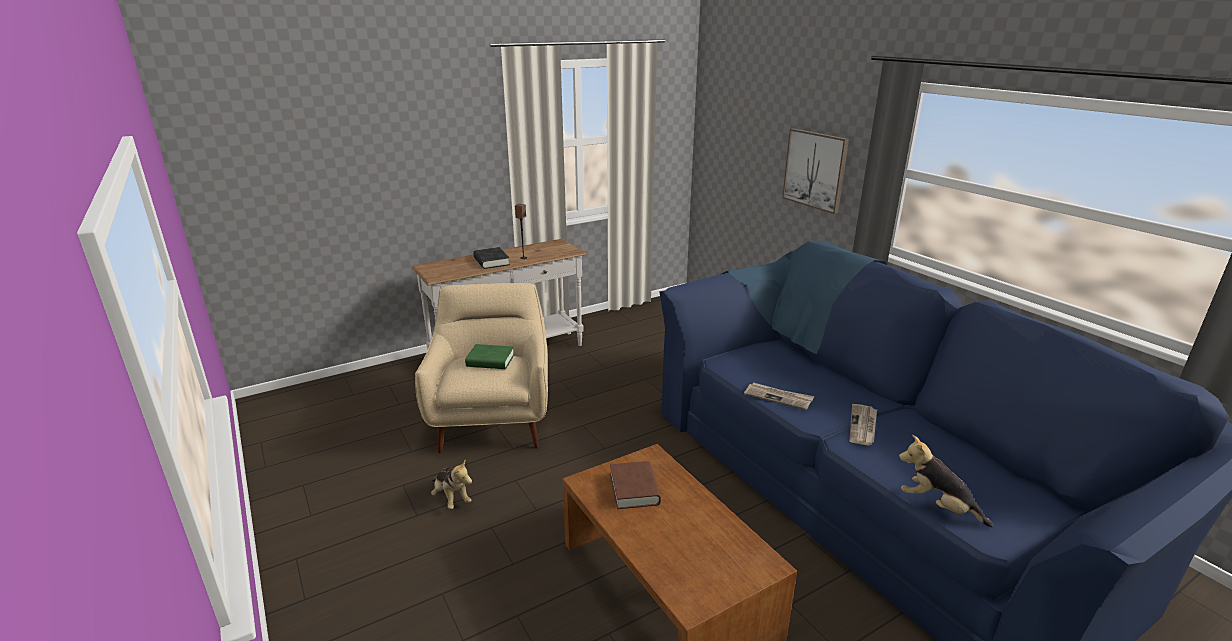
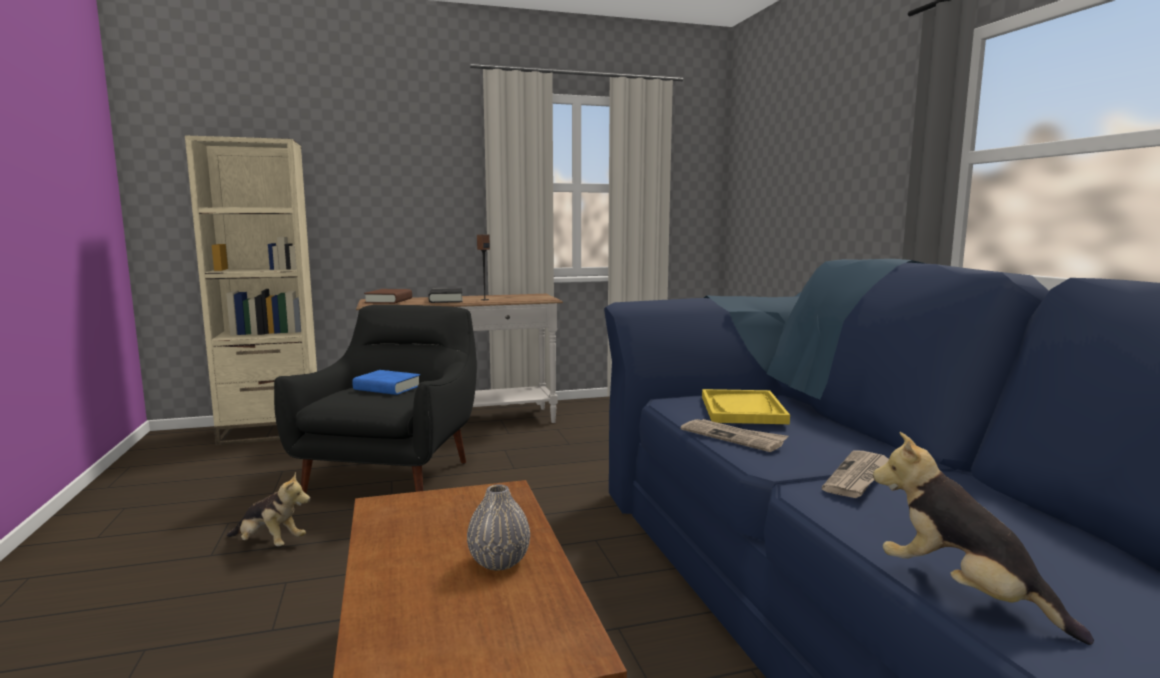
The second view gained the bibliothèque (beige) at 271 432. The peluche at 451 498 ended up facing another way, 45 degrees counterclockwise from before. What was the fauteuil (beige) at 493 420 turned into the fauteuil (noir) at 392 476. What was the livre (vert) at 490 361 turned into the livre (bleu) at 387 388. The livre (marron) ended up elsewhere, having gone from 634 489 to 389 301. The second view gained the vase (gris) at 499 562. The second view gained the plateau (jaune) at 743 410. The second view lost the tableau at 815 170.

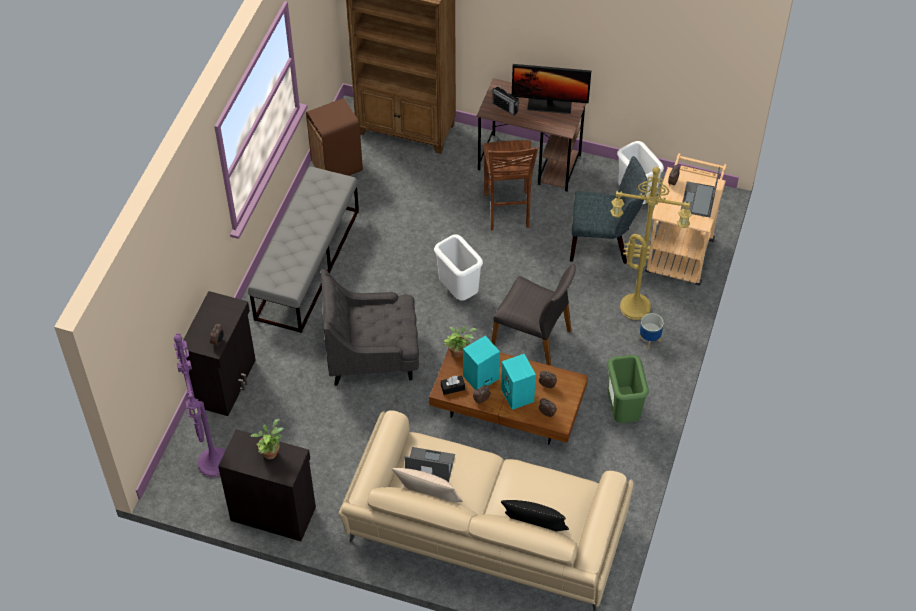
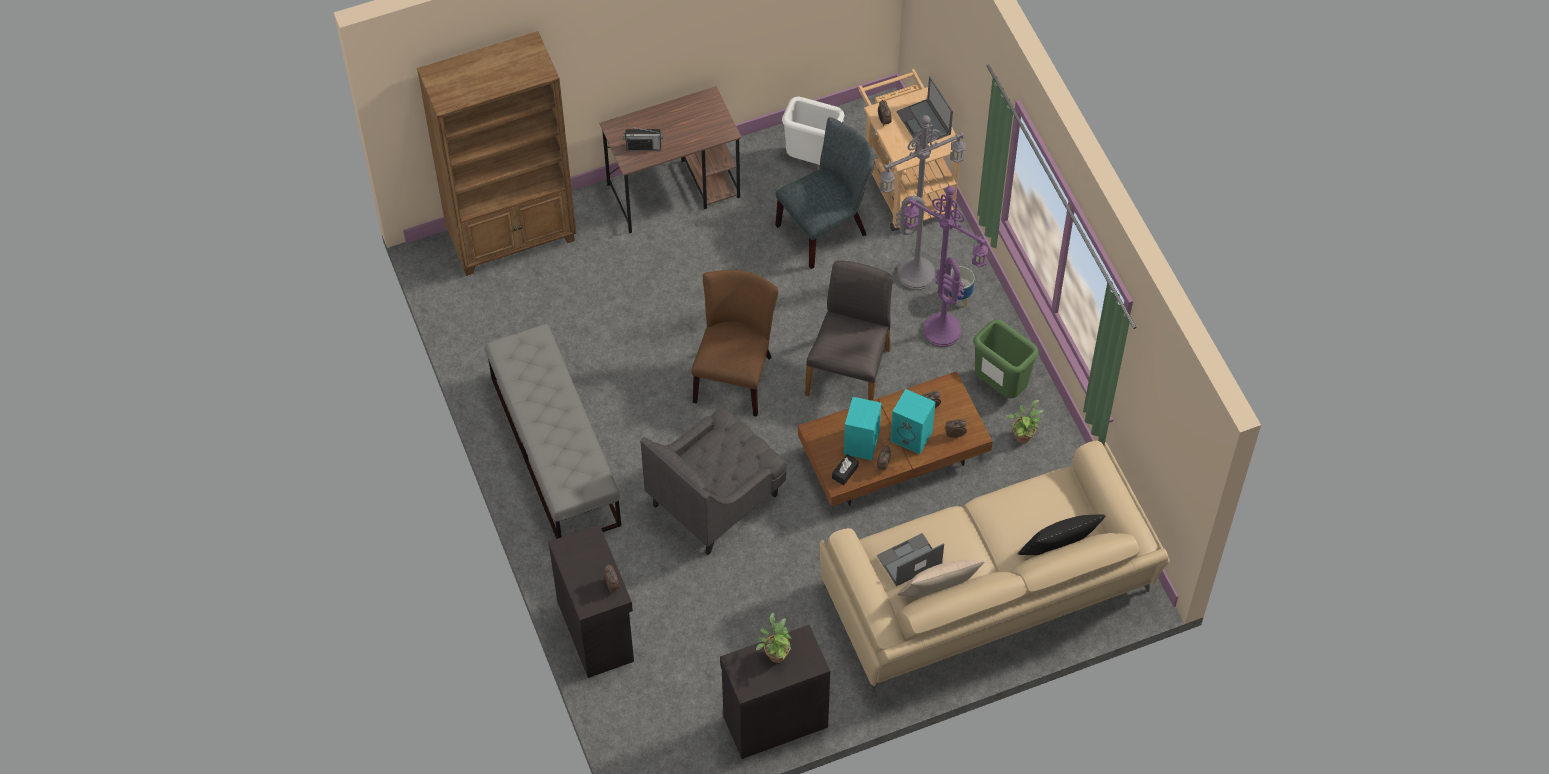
Where the poubelle (blanc) stood at 459 292, the chaise (marron) came to stand at 735 374. The chaise (gris) at 533 337 ended up facing another way, 60 degrees counterclockwise from before. What was the lampadaire (jaune) at 636 306 turned into the lampadaire (gris) at 916 272. The lampadaire (violet) ended up elsewhere, having gone from 212 462 to 939 332. The plante en pot ended up elsewhere, having gone from 459 351 to 1023 435. The second view lost the poubelle (marron) at 336 166. The second view lost the tabouret (marron) at 507 212. The second view lost the écran d'ordinateur at 549 105.

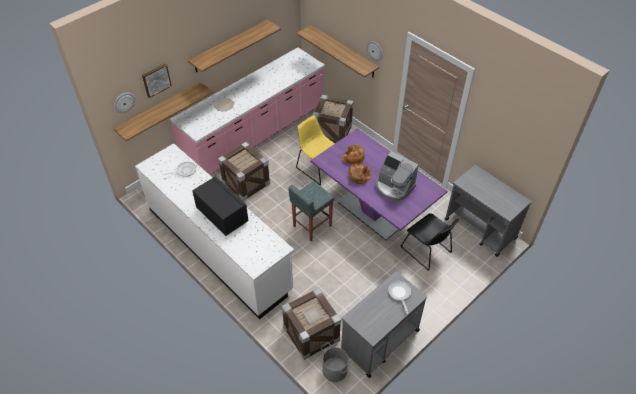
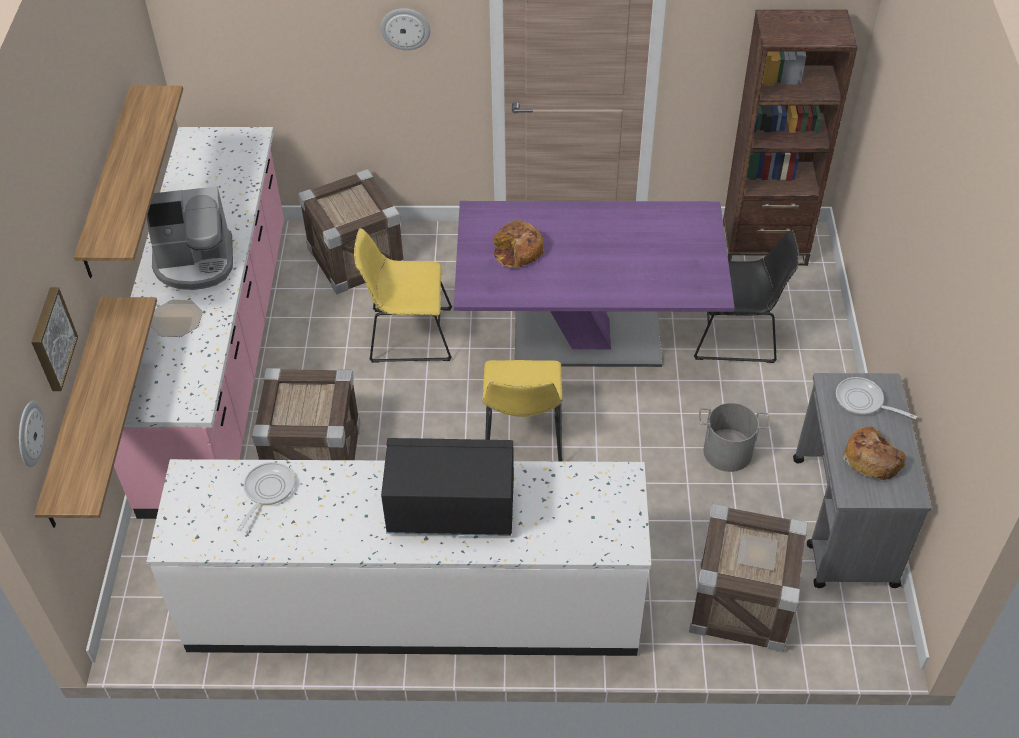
The machine à café ended up elsewhere, having gone from 394 187 to 195 263. Where the tabouret (gris) stood at 311 226, the chaise (jaune) came to stand at 523 436. The seau (gris) ended up elsewhere, having gone from 335 370 to 727 451. Where the chariot (gris) stood at 480 229, the bibliothèque (marron) came to stand at 764 246. The pain ended up elsewhere, having gone from 359 176 to 872 458. The second view lost the étagère at 343 51.

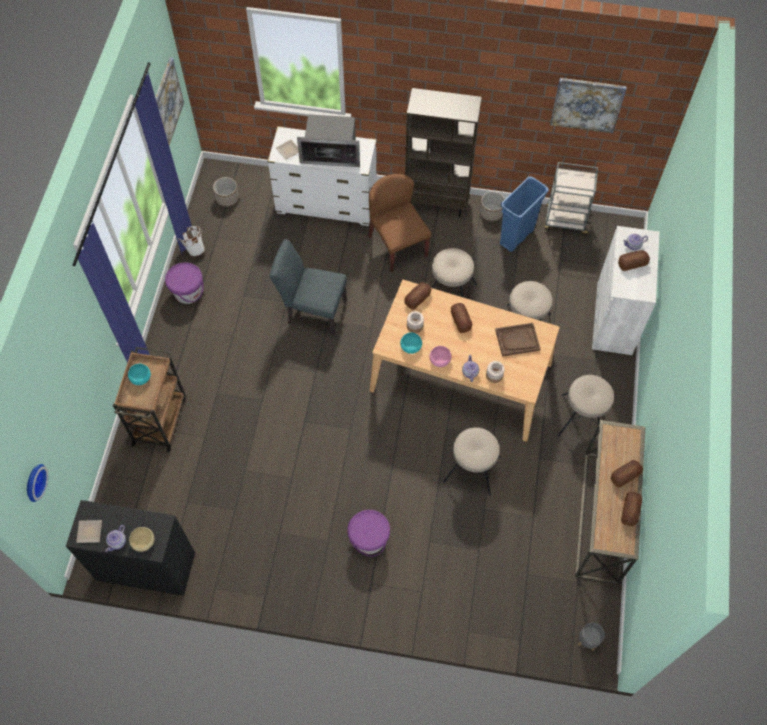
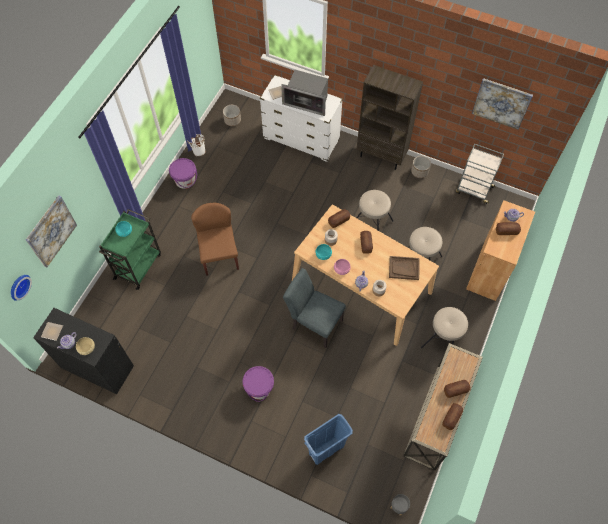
The tableau ended up elsewhere, having gone from 166 103 to 51 231. What was the chariot (marron) at 160 419 turned into the chariot (vert) at 138 265. The chaise (marron) ended up elsewhere, having gone from 397 245 to 219 255. The chaise (gris) ended up elsewhere, having gone from 312 311 to 313 322. The poubelle (bleu) ended up elsewhere, having gone from 516 236 to 326 449. What was the meuble de rangement (blanc) at 614 318 turned into the meuble de rangement (marron) at 490 270. The second view lost the tabouret (beige) at 471 469.

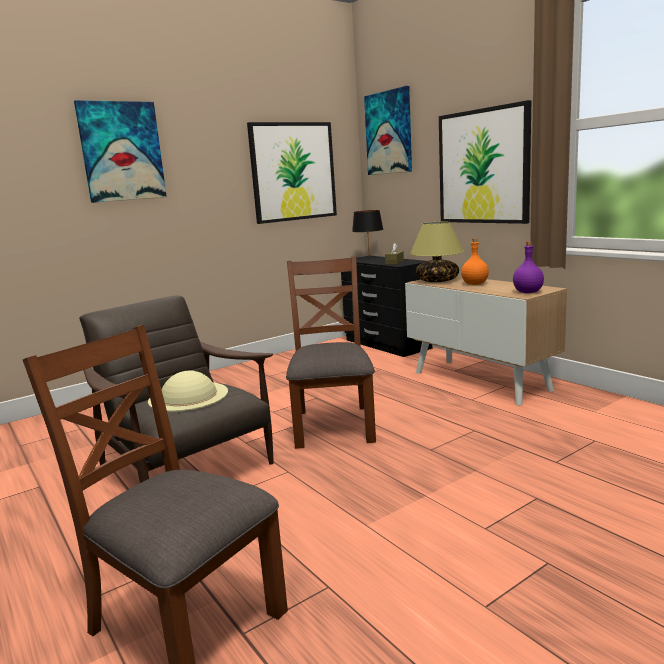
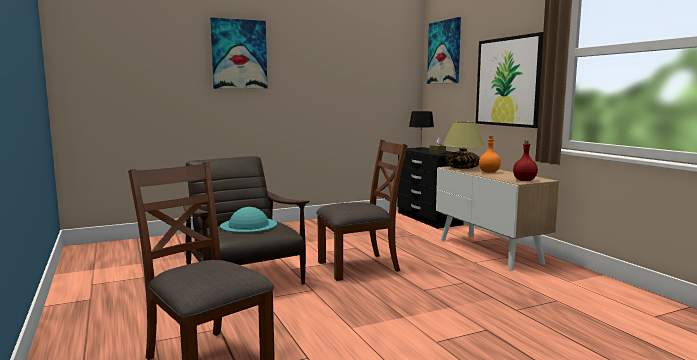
What was the chapeau (beige) at 188 396 turned into the chapeau (turquoise) at 249 225. The chaise (marron) at 333 425 ended up facing another way, 60 degrees clockwise from before. What was the bouteille (violet) at 527 292 turned into the bouteille (rouge) at 524 180. The second view lost the tableau at 293 172.

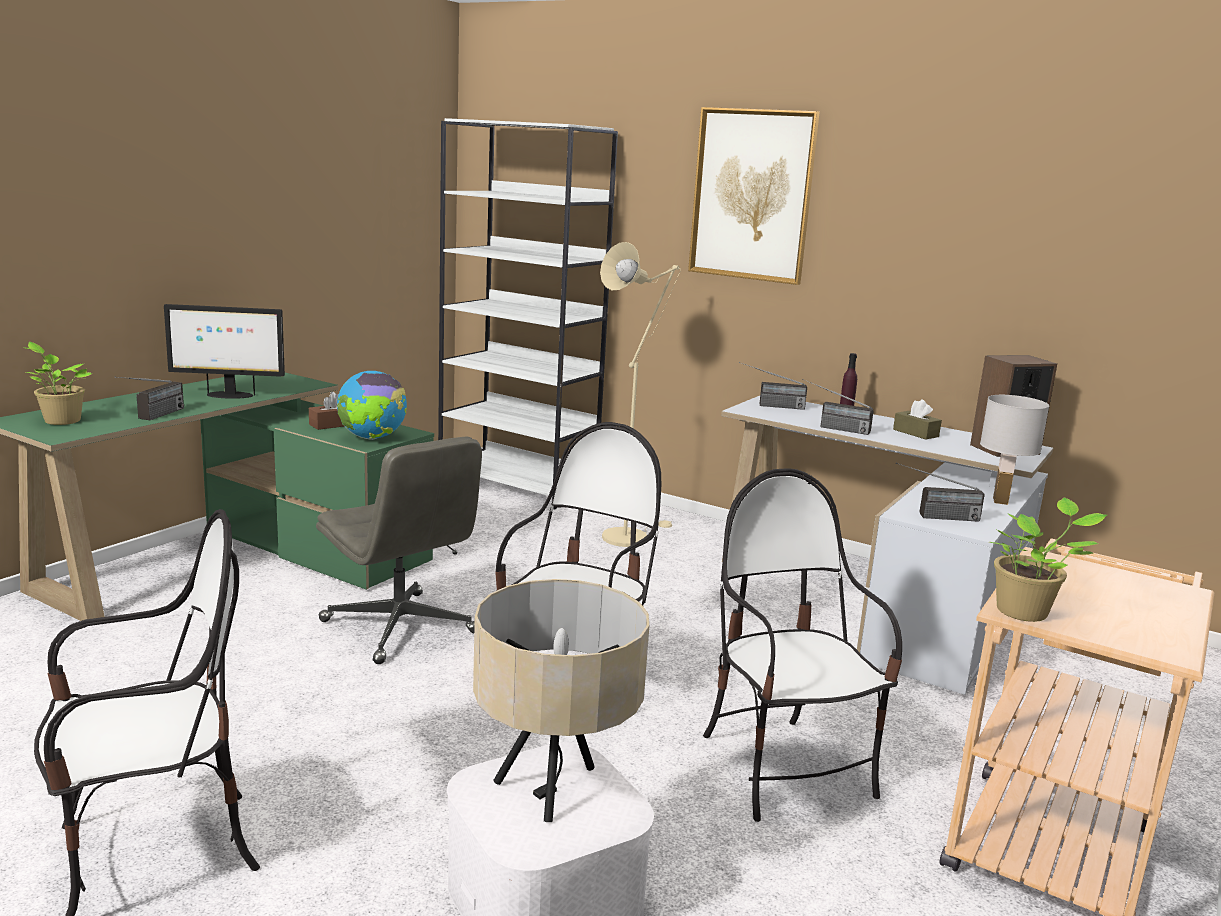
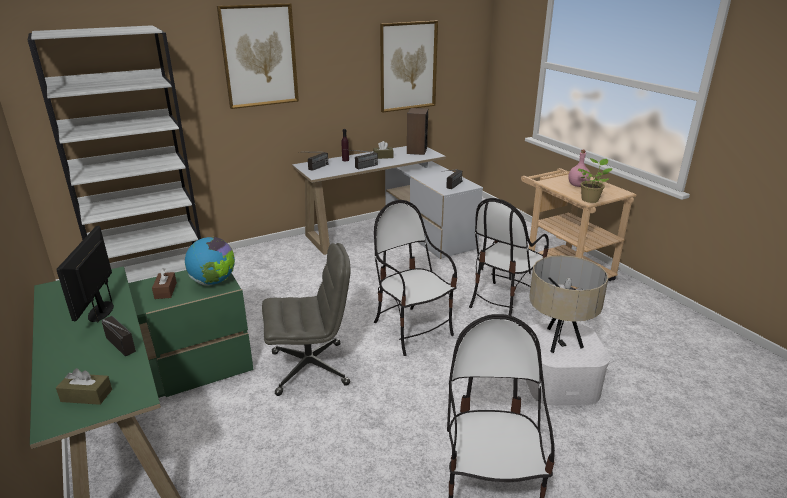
The écran d'ordinateur at 228 395 ended up facing another way, 150 degrees clockwise from before. Where the plante en pot stood at 60 420, the boîte à mouchoirs (marron) came to stand at 86 395. The second view gained the tableau at 408 66. The chaise at 785 769 ended up facing another way, 60 degrees counterclockwise from before. The second view gained the bouteille (rose) at 577 185. The second view lost the lampadaire (beige) at 629 535. The second view lost the lampe de table (blanc) at 1001 501.

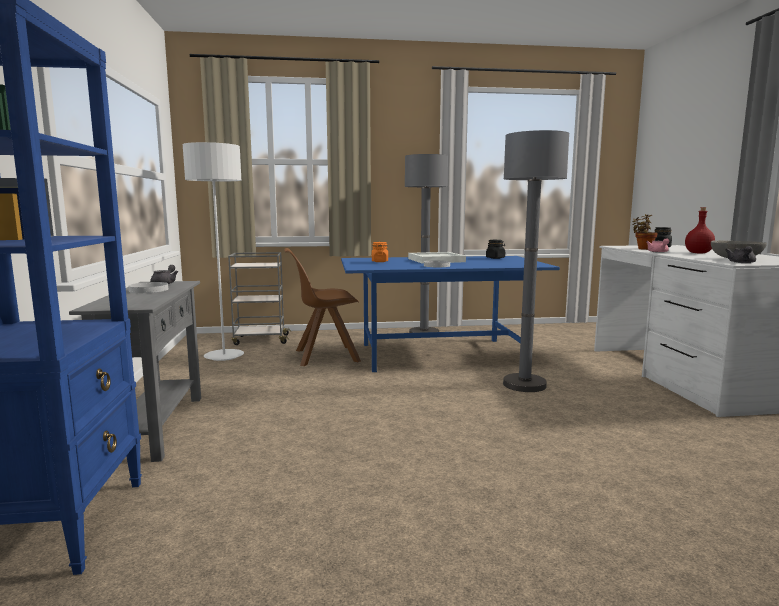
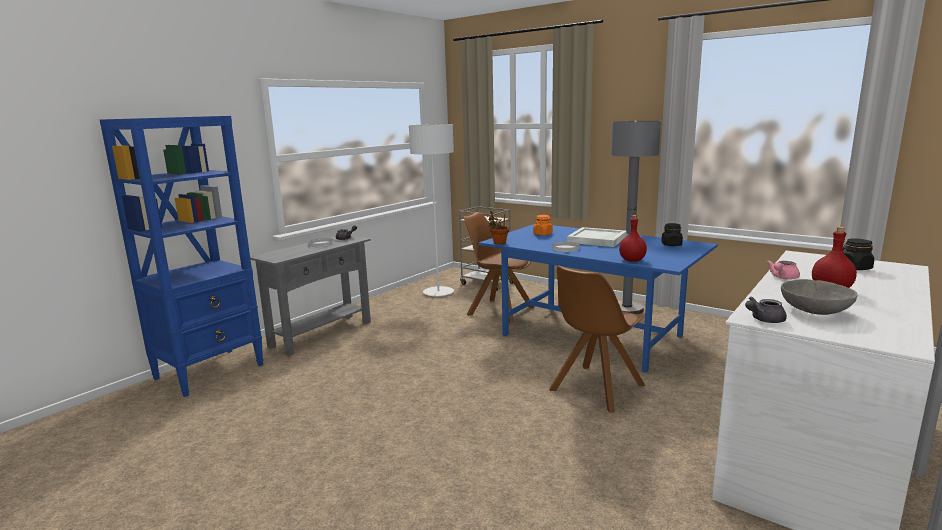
The plante en pot ended up elsewhere, having gone from 643 249 to 498 243. Where the lampadaire (gris) stood at 524 384, the chaise (marron) came to stand at 595 389. The second view gained the bouteille (rouge) at 631 260.

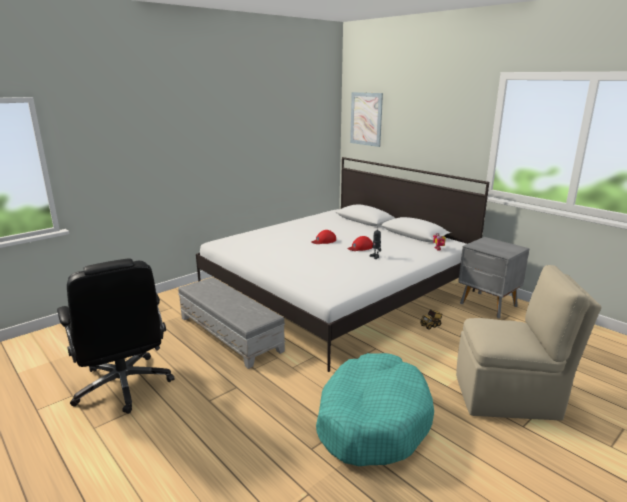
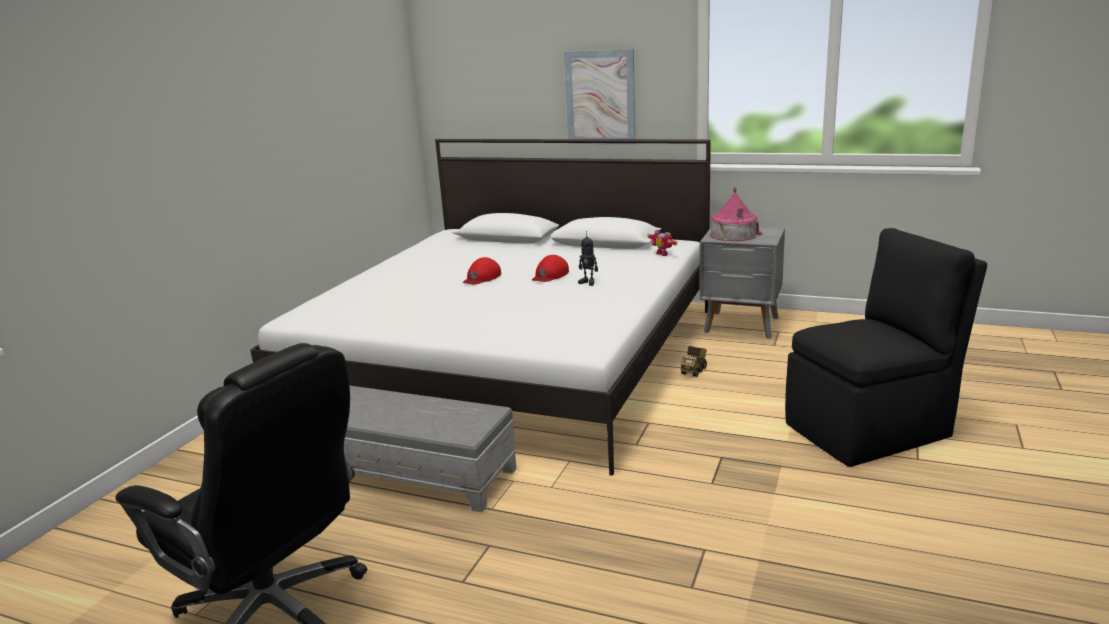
The tableau ended up elsewhere, having gone from 366 119 to 600 98. The second view gained the maison miniature at 733 234. What was the chaise (beige) at 509 397 turned into the chaise (noir) at 870 430. The second view lost the panier pour chien (turquoise) at 372 420.

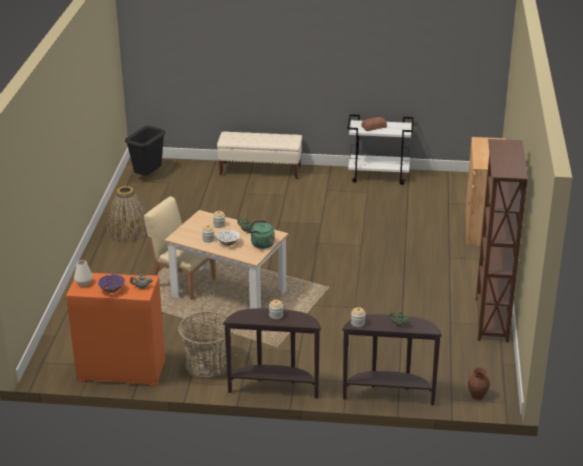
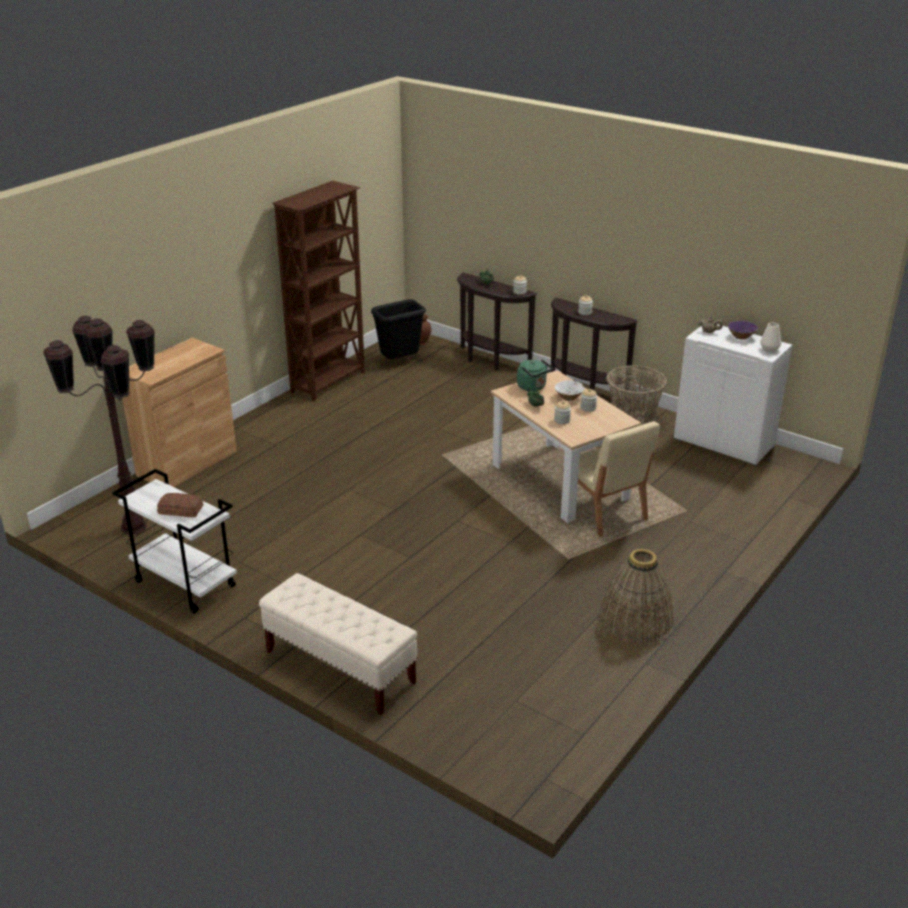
The second view gained the lampadaire (marron) at 134 526. The poubelle (noir) ended up elsewhere, having gone from 148 176 to 400 362. What was the meuble de rangement (orange) at 121 371 turned into the meuble de rangement (blanc) at 724 442.

